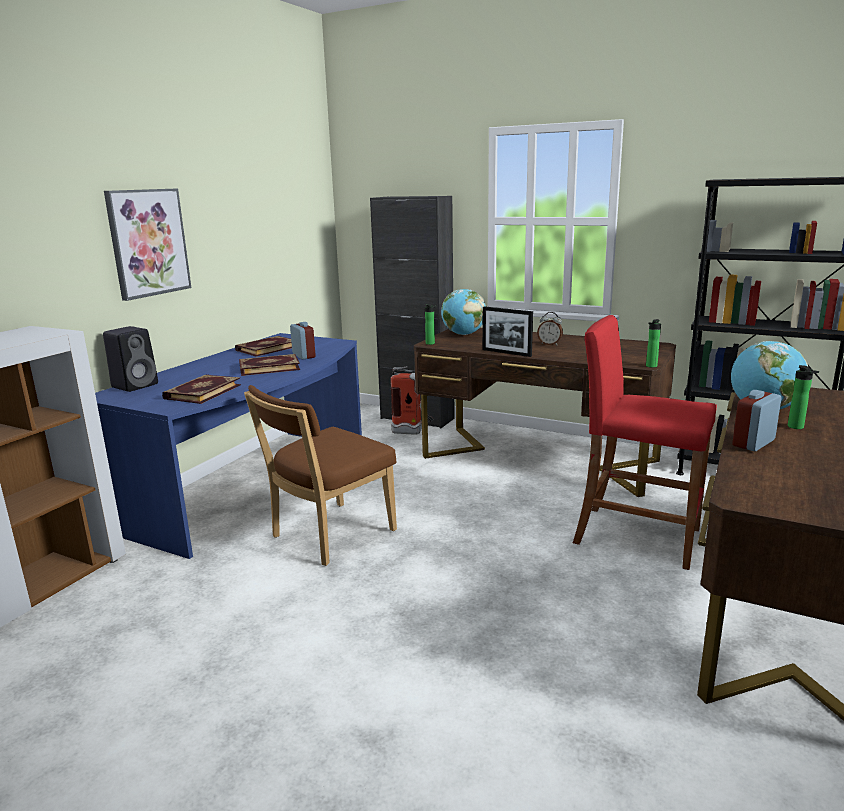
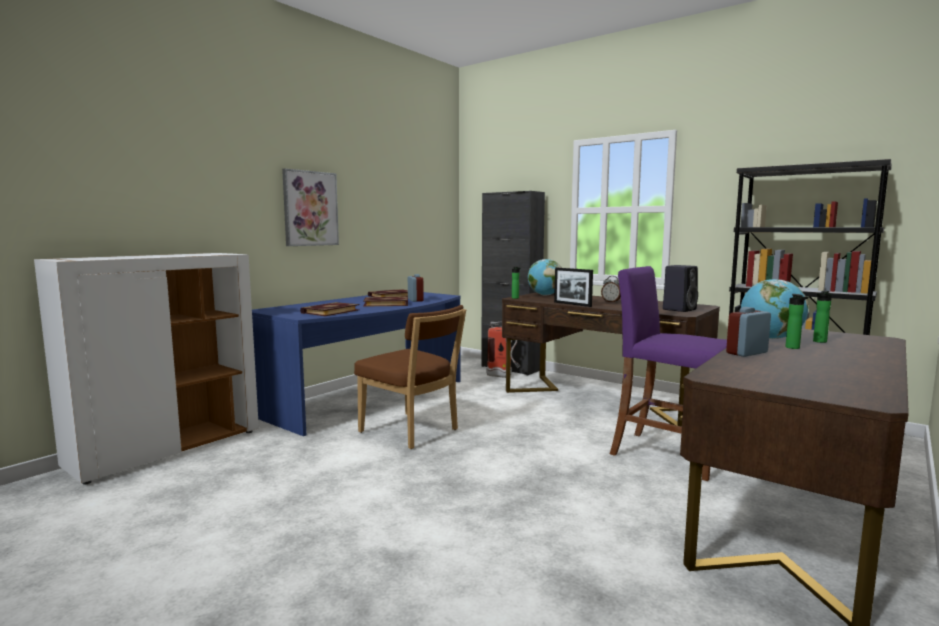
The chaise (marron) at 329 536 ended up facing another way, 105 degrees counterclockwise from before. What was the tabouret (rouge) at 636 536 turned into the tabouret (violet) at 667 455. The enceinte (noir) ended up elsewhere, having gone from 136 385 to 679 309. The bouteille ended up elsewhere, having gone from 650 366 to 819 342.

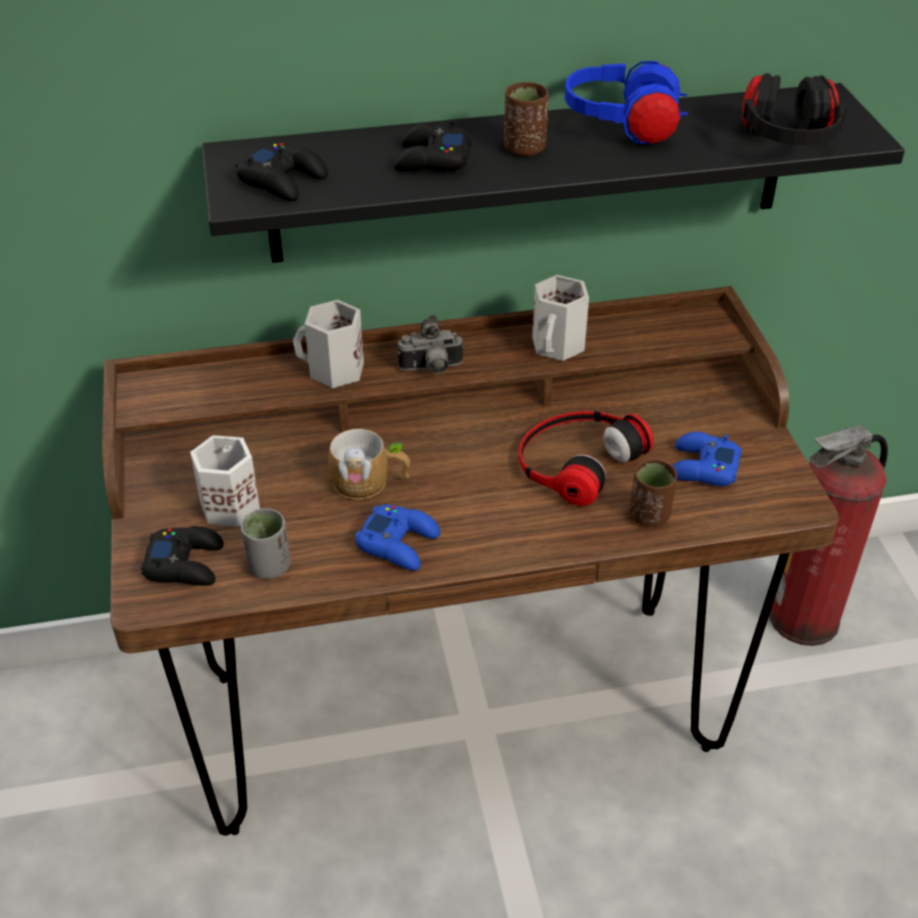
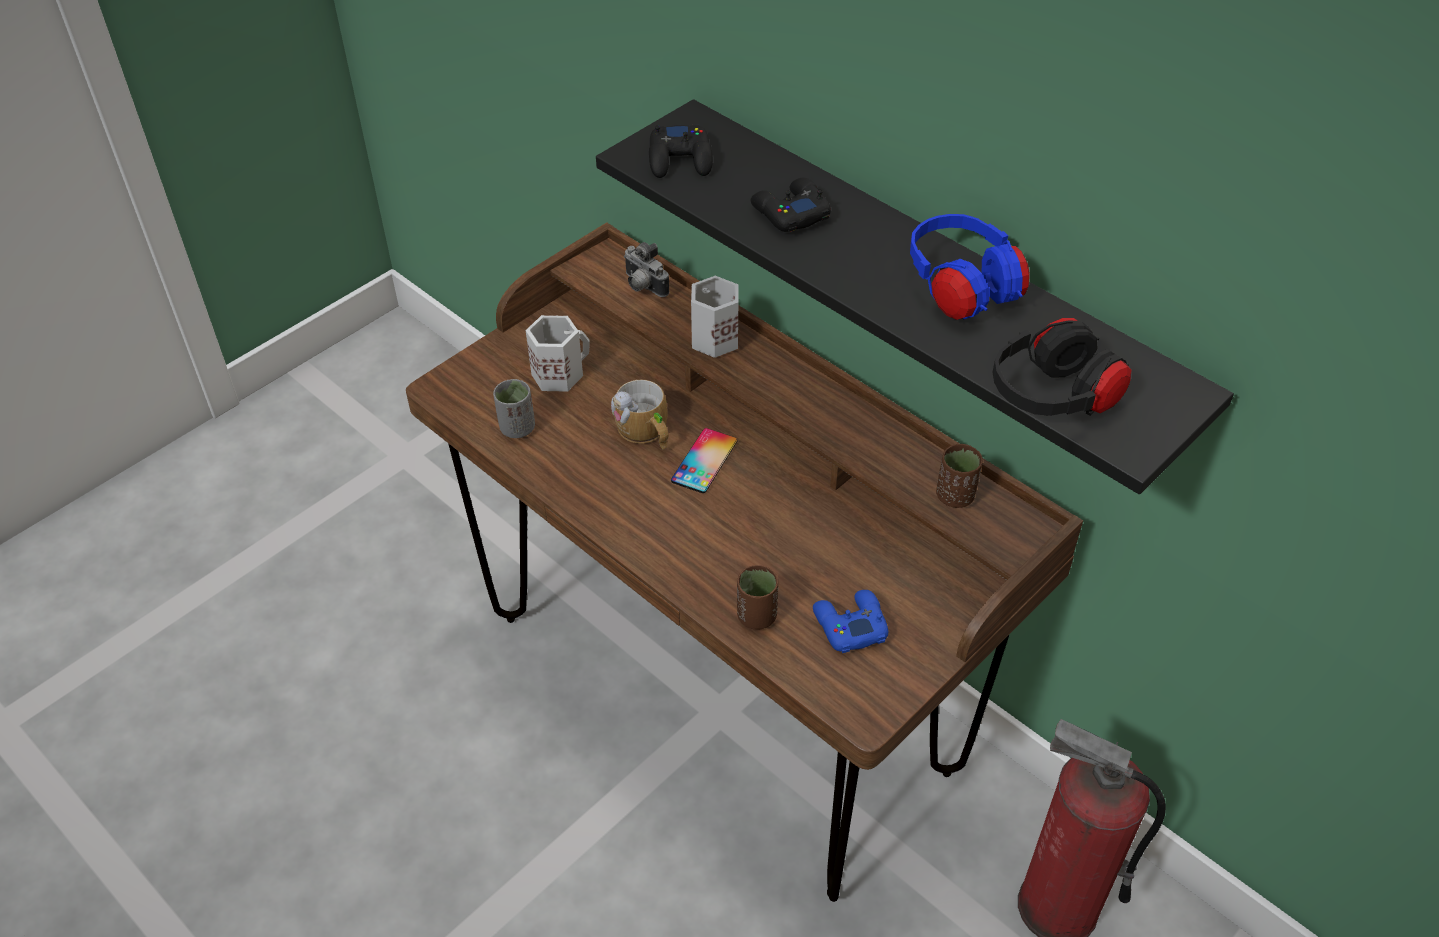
The appareil photo ended up elsewhere, having gone from 431 369 to 643 286. The second view gained the téléphone at 704 461. The tasse (marron) ended up elsewhere, having gone from 524 148 to 955 496. The second view lost the manette (noir) at 185 563. The second view lost the manette (bleu) at 399 543. The second view lost the casque audio at 576 460. The second view lost the mug (blanc) at 559 345.

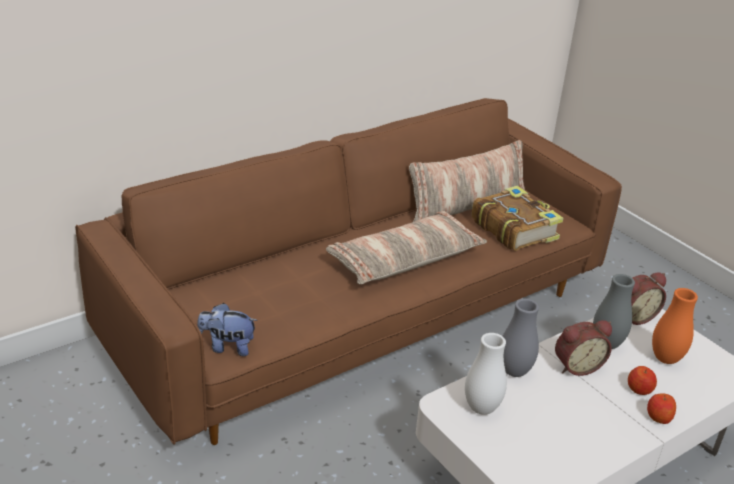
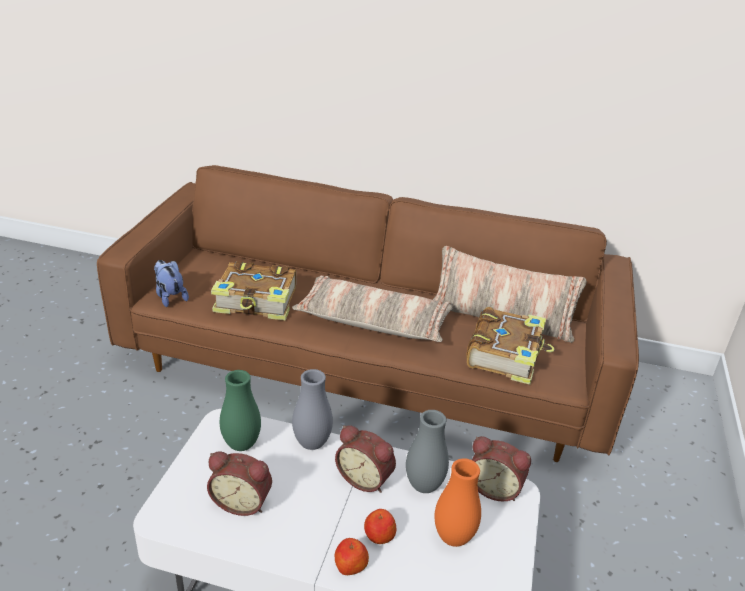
The second view gained the réveil at 242 501. The second view gained the livre at 257 302. What was the vase (blanc) at 481 408 turned into the vase (vert) at 241 444.

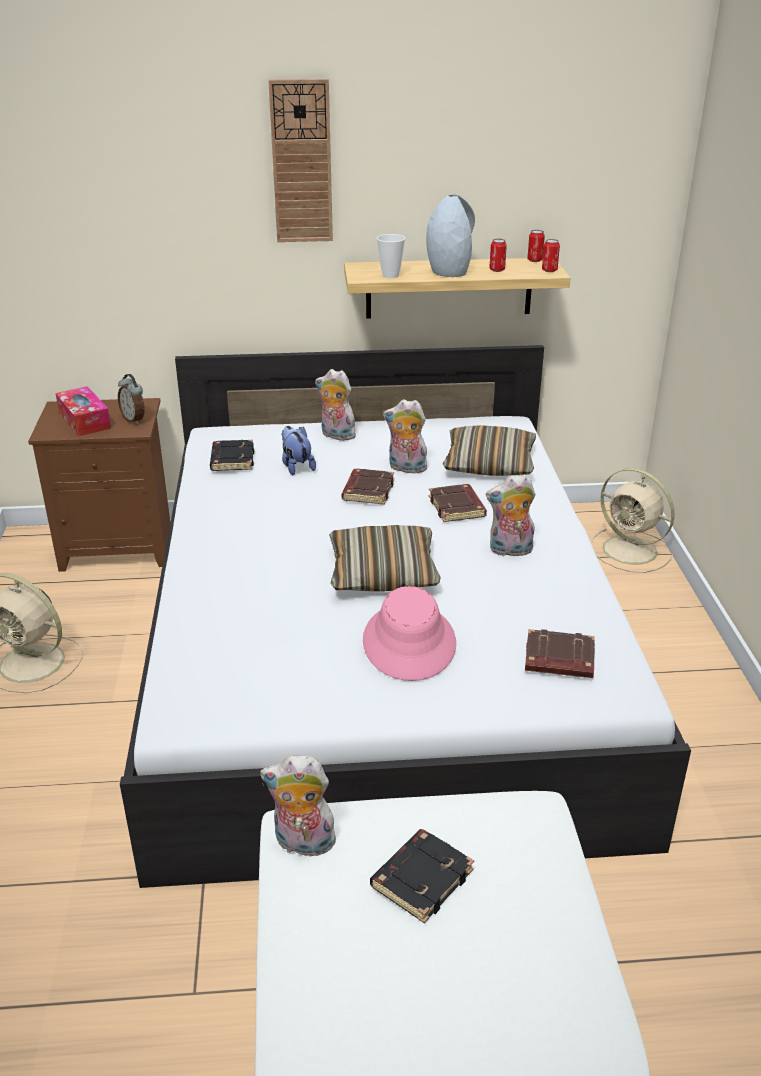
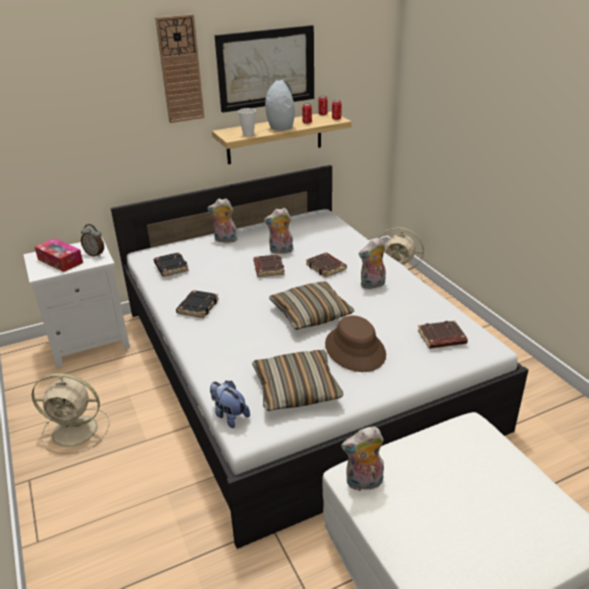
What was the table de chevet (marron) at 120 546 turned into the table de chevet (blanc) at 90 341. The livre (noir) ended up elsewhere, having gone from 421 878 to 197 306. The peluche ended up elsewhere, having gone from 296 466 to 229 415. The second view gained the tableau at 266 68. The coussin ended up elsewhere, having gone from 489 464 to 296 389. What was the chapeau (rose) at 409 642 turned into the chapeau (marron) at 355 349.

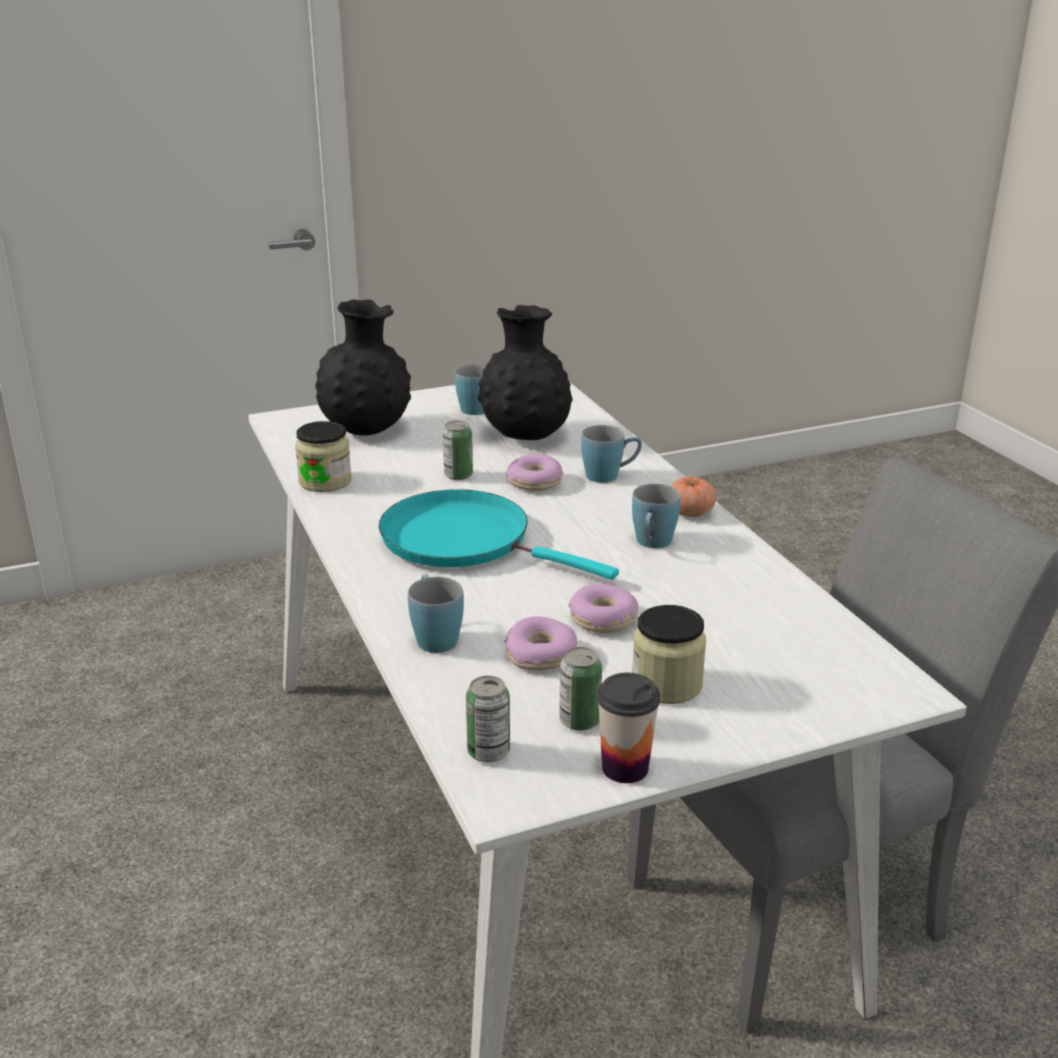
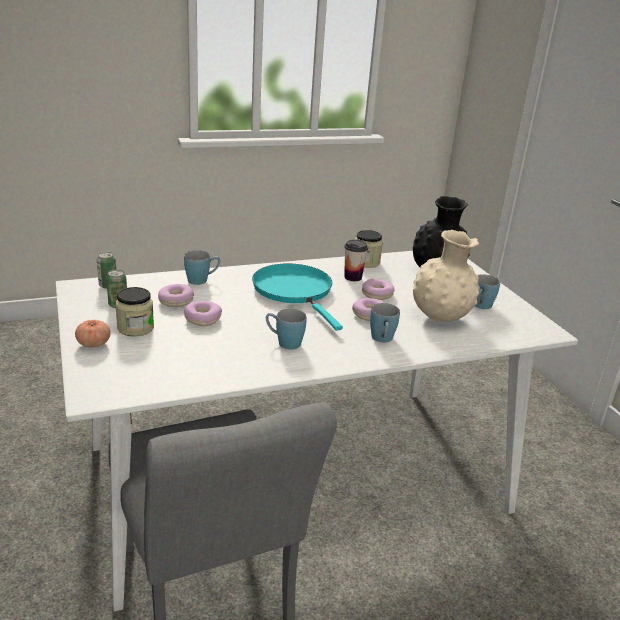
The tomate ended up elsewhere, having gone from 690 512 to 93 343. The poêle (turquoise) at 465 540 ended up facing another way, 60 degrees counterclockwise from before. The tasse ended up elsewhere, having gone from 625 768 to 353 277. Where the boîte métallique stood at 458 475, the beignet came to stand at 377 294. What was the vase (noir) at 525 437 turned into the vase (beige) at 440 317.

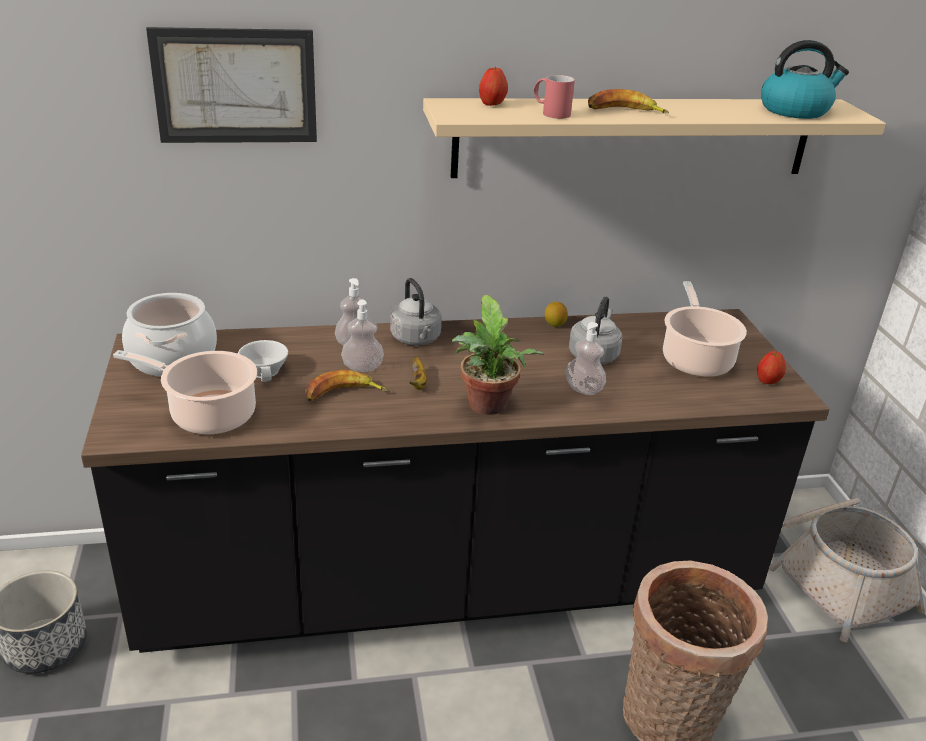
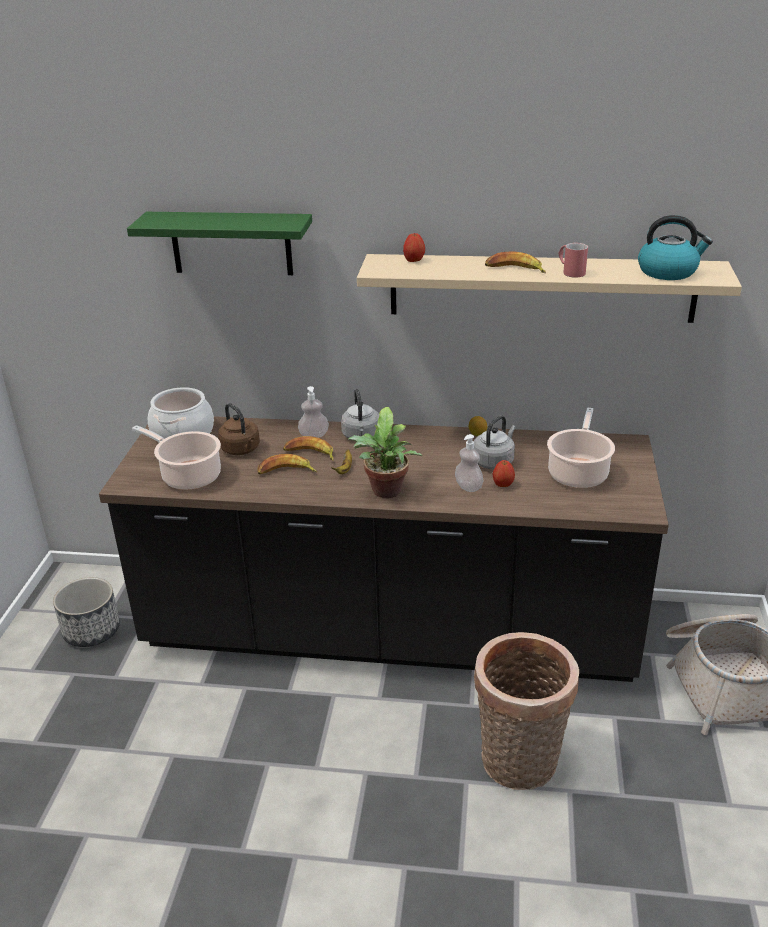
Where the tableau hung at 235 86, the étagère (vert) came to hang at 231 243. Where the tasse (blanc) stood at 266 371, the bouilloire (marron) came to stand at 241 450. Where the distributeur de savon stood at 362 367, the banane came to stand at 310 454. The pomme ended up elsewhere, having gone from 767 381 to 503 485. The mug (rouge) ended up elsewhere, having gone from 550 113 to 570 272.

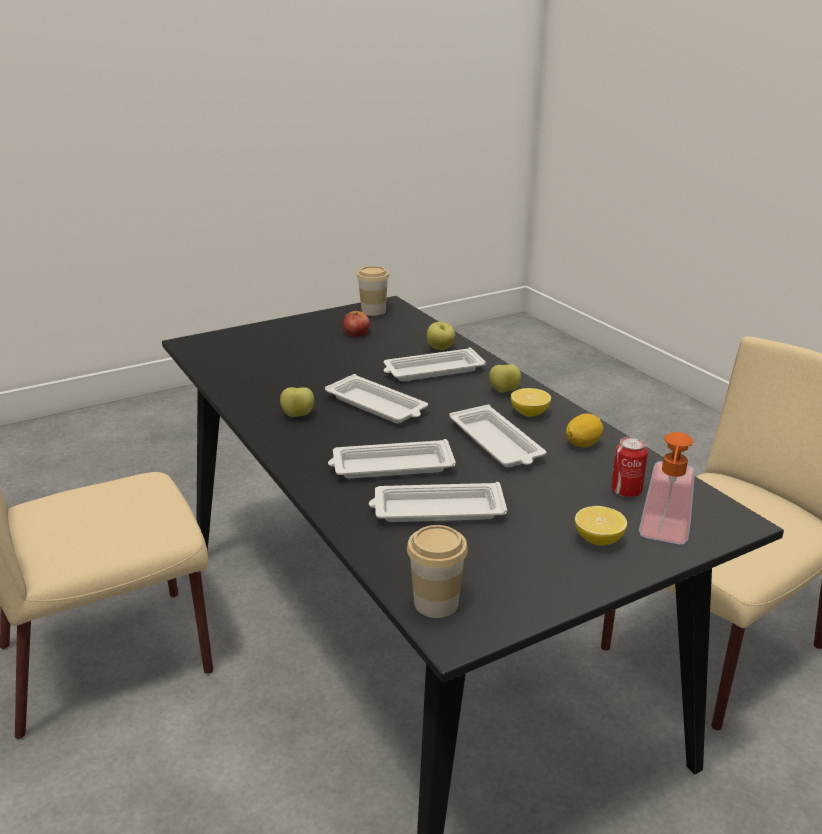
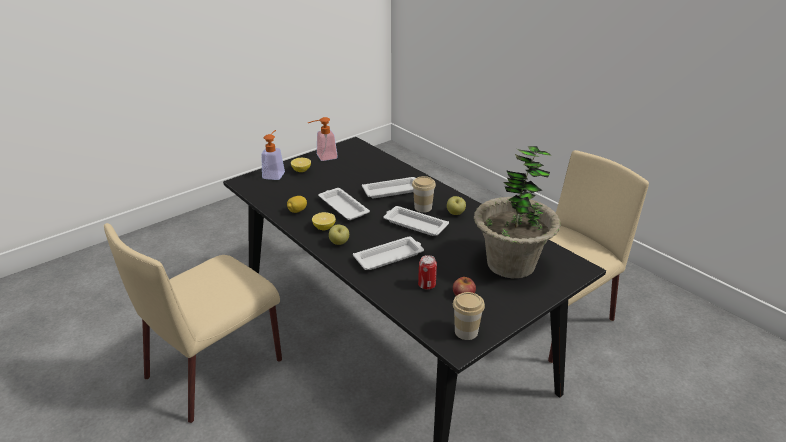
The second view gained the distributeur de savon at 323 157. The tasse ended up elsewhere, having gone from 436 603 to 423 208. The boîte métallique ended up elsewhere, having gone from 626 491 to 427 285. The second view gained the plante en pot at 511 264. The second view lost the plateau (blanc) at 436 510. The second view lost the pomme at 440 349.

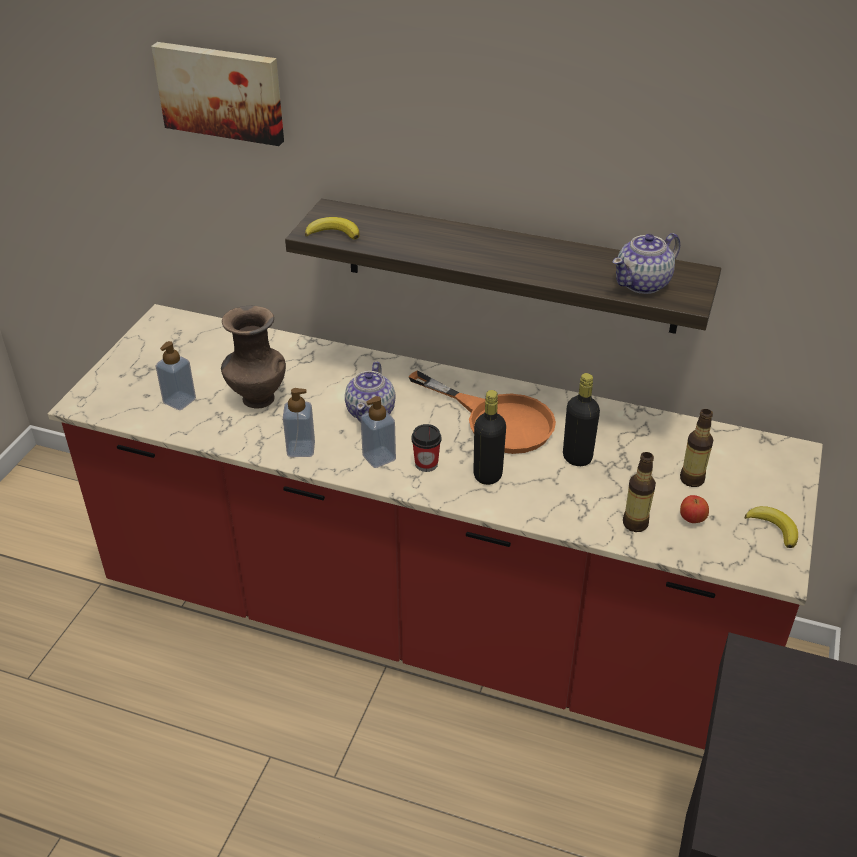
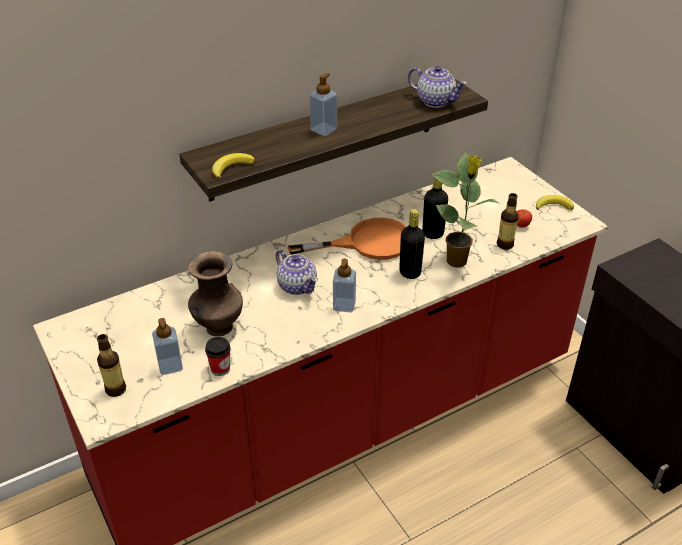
The bouteille ended up elsewhere, having gone from 691 479 to 115 389. The tasse ended up elsewhere, having gone from 426 464 to 220 369. The distributeur de savon ended up elsewhere, having gone from 301 449 to 323 130. The théière at 643 283 ended up facing another way, 60 degrees counterclockwise from before. The second view gained the plante en pot at 457 262. The second view lost the tableau at 221 92.

